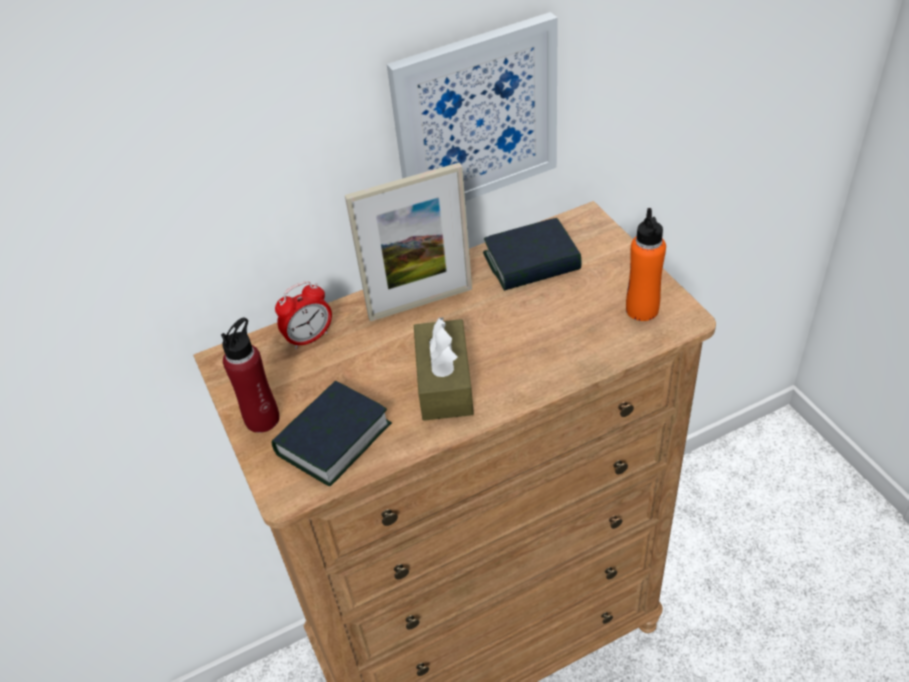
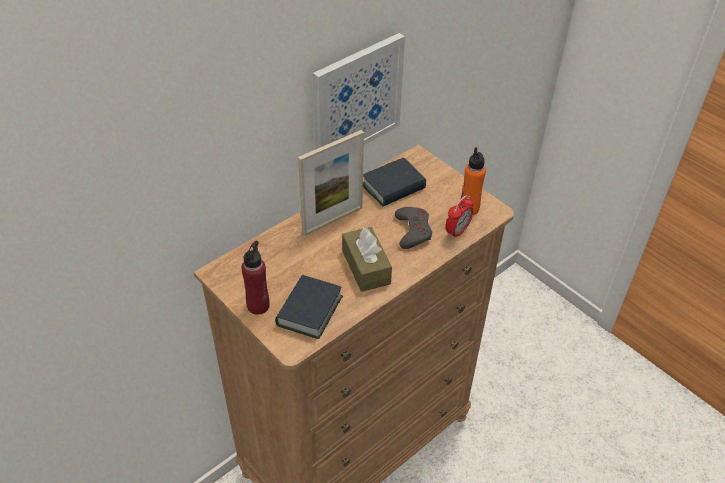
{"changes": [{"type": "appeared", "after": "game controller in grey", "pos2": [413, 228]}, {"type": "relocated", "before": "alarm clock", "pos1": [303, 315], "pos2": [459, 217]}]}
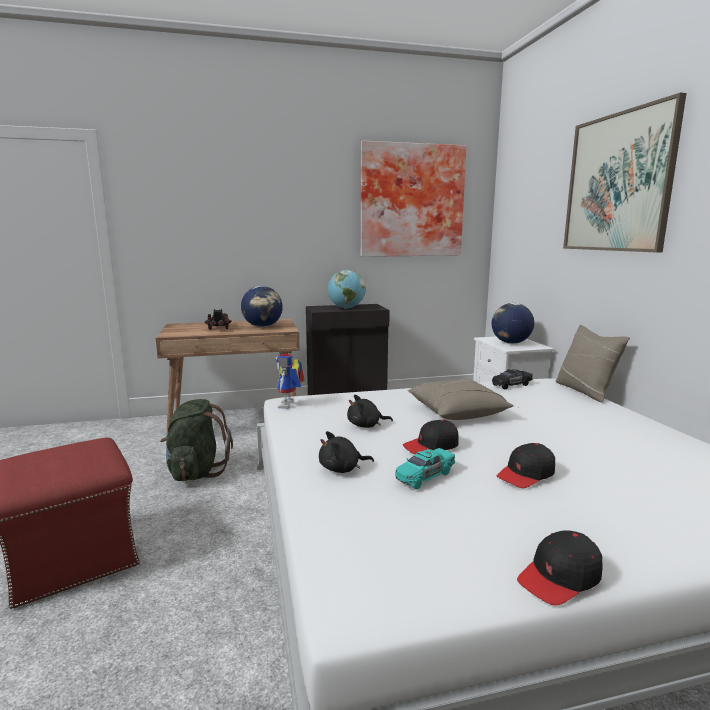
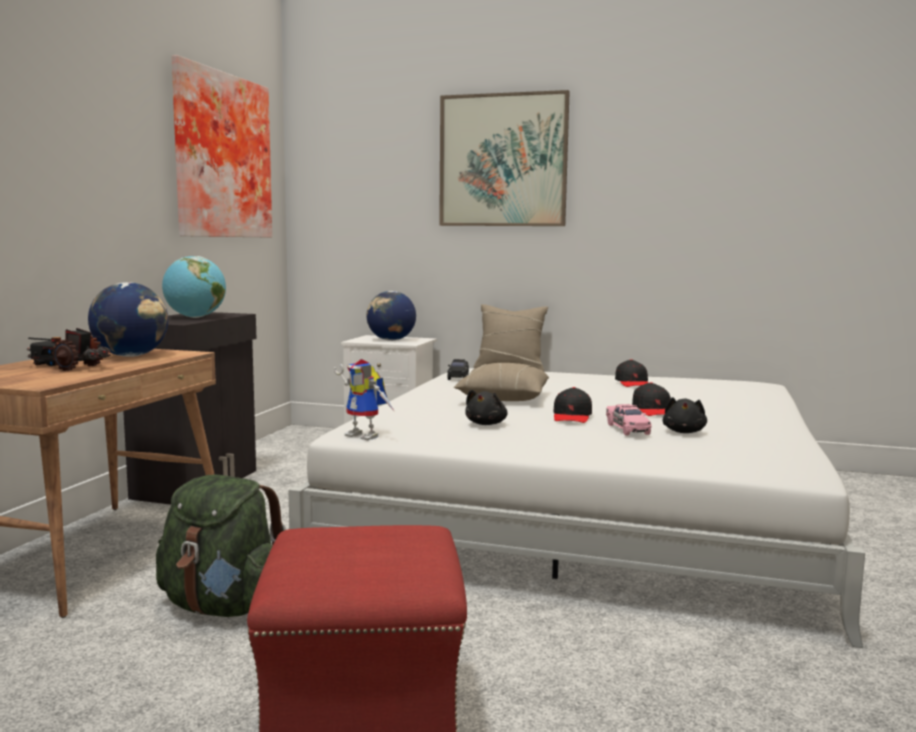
{"changes": [{"type": "colour", "before": "toy car in turquoise", "after": "toy car in pink", "pos1": [425, 469], "pos2": [629, 420]}, {"type": "relocated", "before": "cap in black", "pos1": [560, 568], "pos2": [632, 373]}, {"type": "relocated", "before": "plush toy in black", "pos1": [346, 452], "pos2": [685, 415]}]}
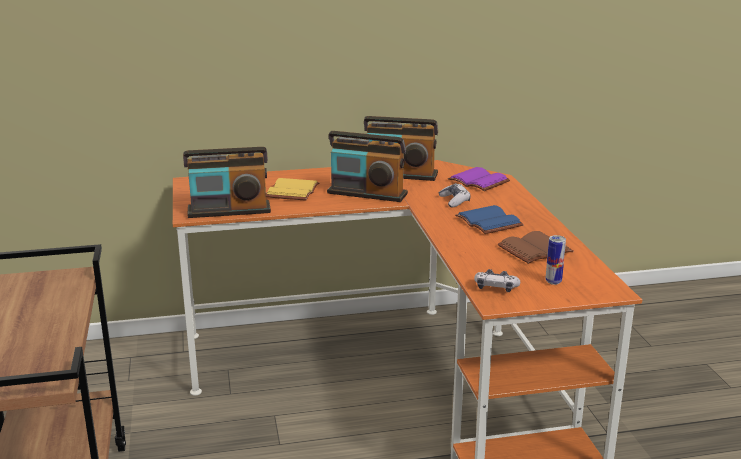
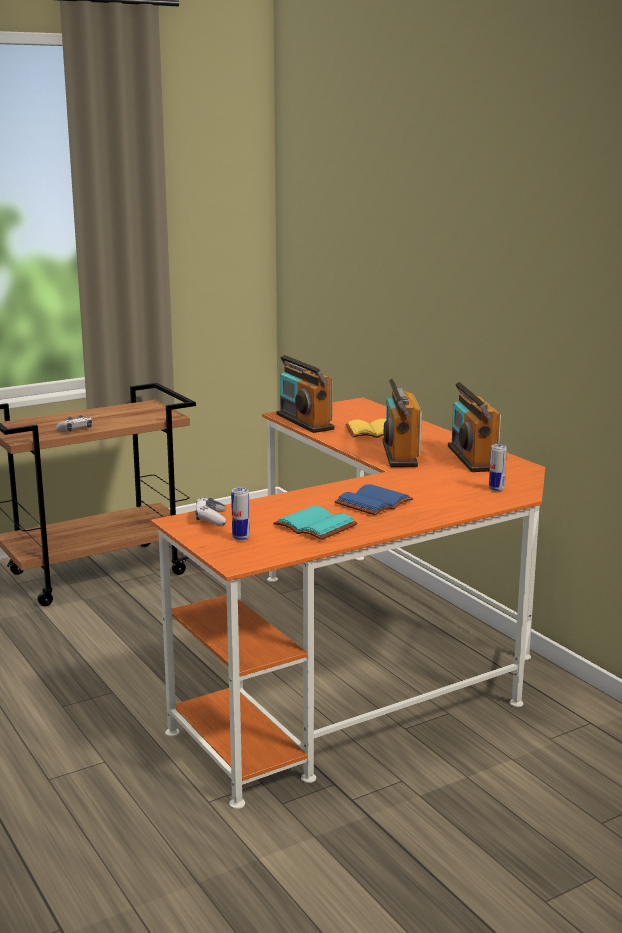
{"changes": [{"type": "relocated", "before": "game controller", "pos1": [455, 195], "pos2": [74, 423]}, {"type": "colour", "before": "book in brown", "after": "book in turquoise", "pos1": [536, 247], "pos2": [315, 523]}, {"type": "exchanged", "before": "book in purple", "after": "can", "pos1": [479, 179], "pos2": [498, 468]}]}
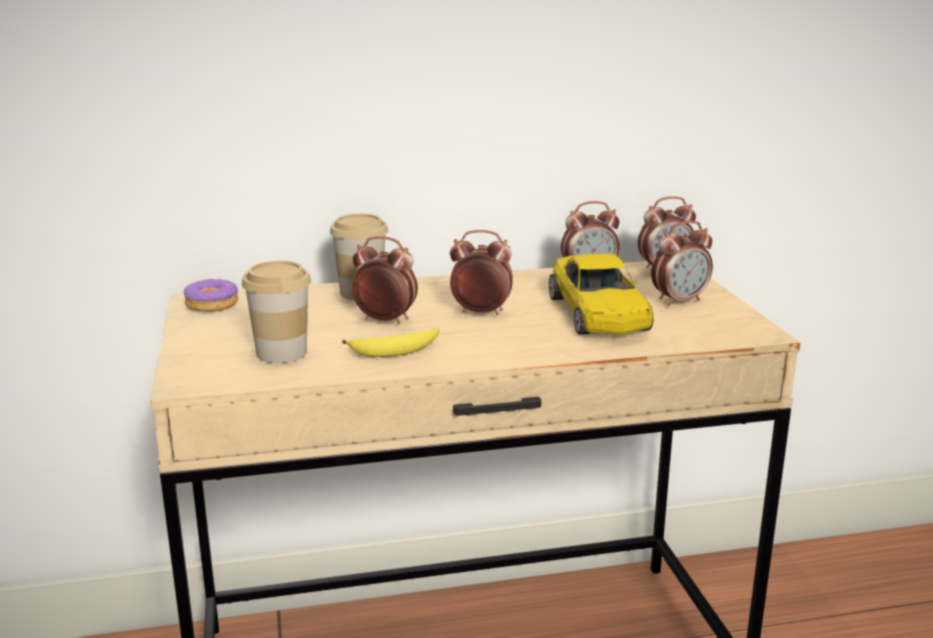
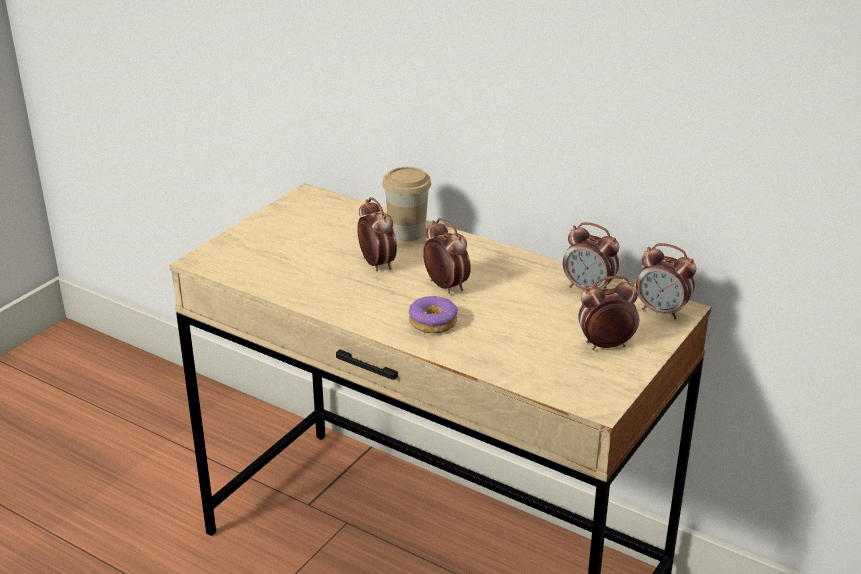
{"changes": [{"type": "relocated", "before": "donut", "pos1": [210, 295], "pos2": [434, 314]}, {"type": "spun", "before": "alarm clock", "pos1": [682, 263], "pos2": [608, 313], "turn": 150}, {"type": "missing", "before": "cup", "pos1": [276, 312]}, {"type": "missing", "before": "banana", "pos1": [391, 342]}, {"type": "missing", "before": "toy car in yellow", "pos1": [601, 294]}]}
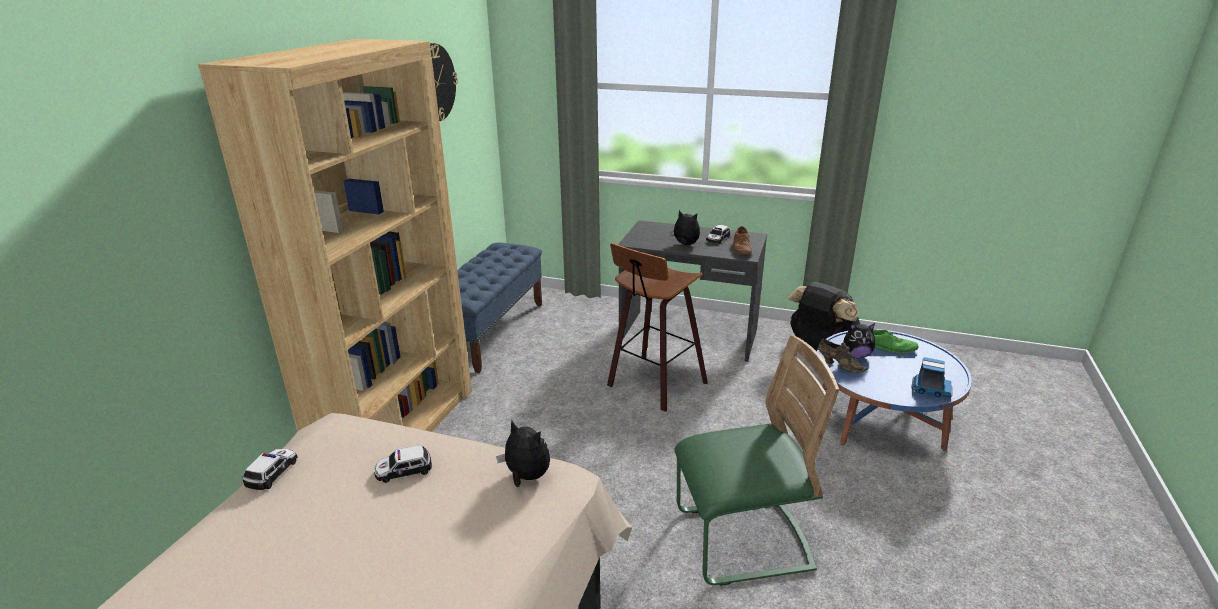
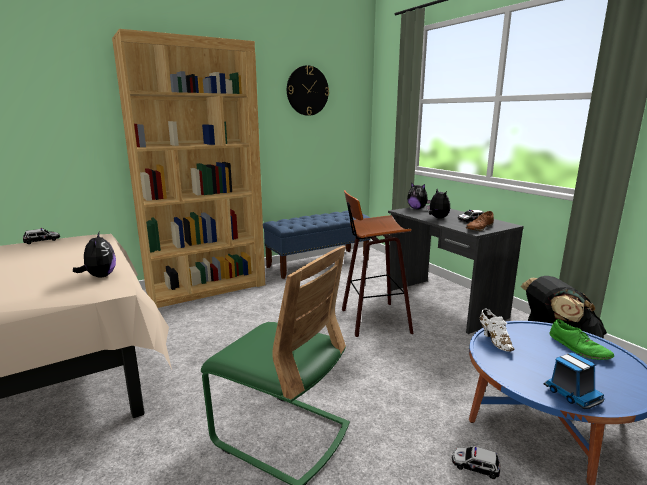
{"changes": [{"type": "relocated", "before": "plush toy", "pos1": [859, 340], "pos2": [419, 195]}, {"type": "relocated", "before": "toy car", "pos1": [403, 464], "pos2": [476, 462]}, {"type": "colour", "before": "shoe in brown", "after": "shoe in white", "pos1": [843, 356], "pos2": [497, 330]}]}
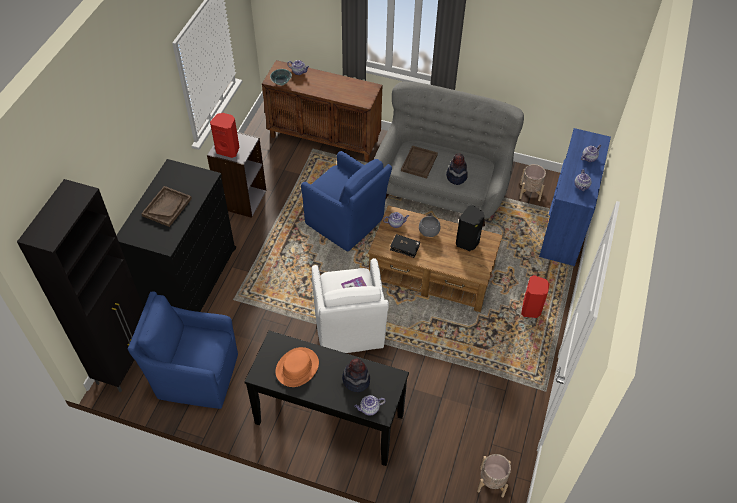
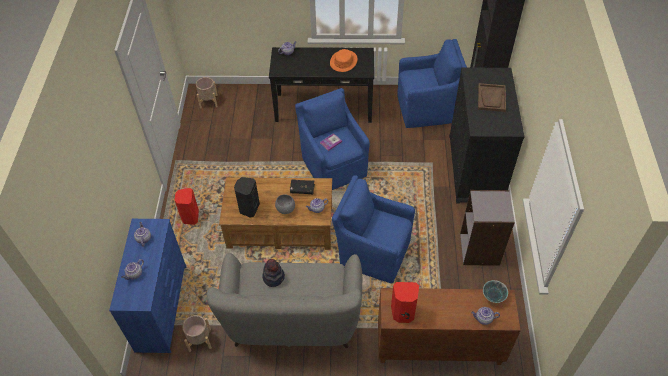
{"changes": [{"type": "colour", "before": "armchair in white", "after": "armchair in blue", "pos1": [350, 305], "pos2": [332, 139]}, {"type": "relocated", "before": "speaker in red", "pos1": [225, 135], "pos2": [405, 302]}, {"type": "missing", "before": "hat", "pos1": [356, 375]}, {"type": "missing", "before": "tray in brown", "pos1": [419, 162]}]}
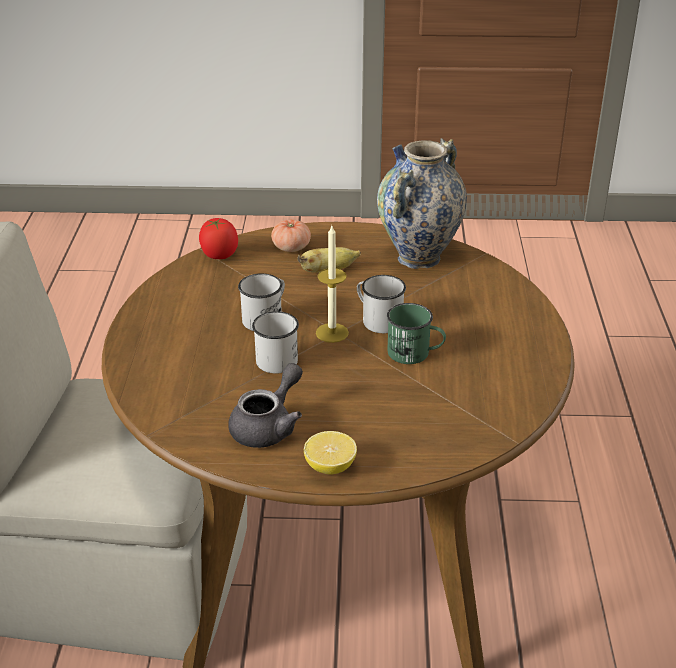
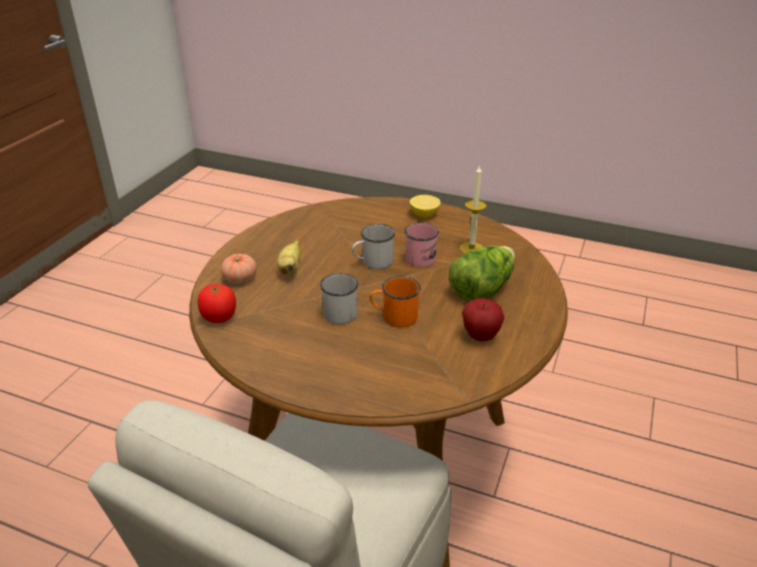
{"changes": [{"type": "colour", "before": "mug in white", "after": "mug in orange", "pos1": [275, 342], "pos2": [395, 302]}, {"type": "colour", "before": "mug in green", "after": "mug in pink", "pos1": [416, 333], "pos2": [422, 245]}, {"type": "relocated", "before": "lemon", "pos1": [330, 453], "pos2": [425, 206]}, {"type": "appeared", "after": "lettuce", "pos2": [482, 273]}, {"type": "relocated", "before": "candle", "pos1": [332, 284], "pos2": [473, 209]}, {"type": "exchanged", "before": "teapot in grey", "after": "apple", "pos1": [265, 405], "pos2": [483, 319]}, {"type": "missing", "before": "vase", "pos1": [422, 203]}]}
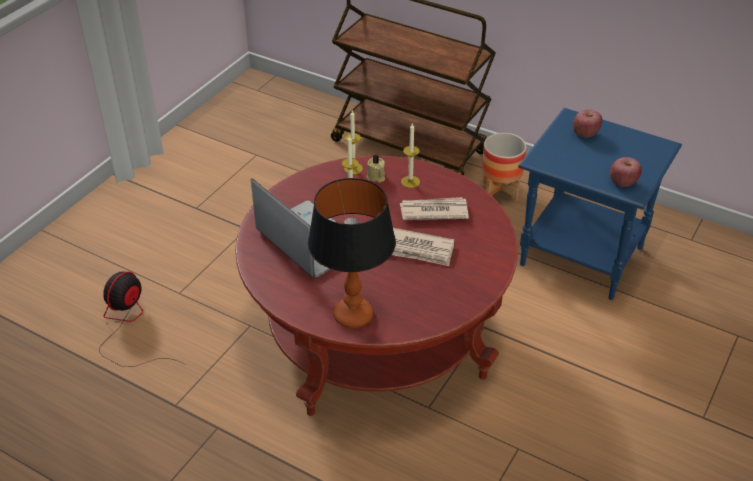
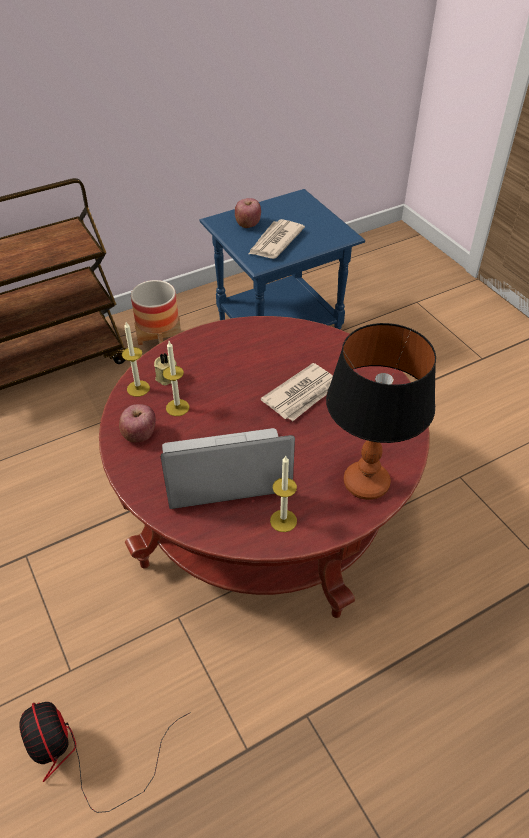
{"changes": [{"type": "relocated", "before": "apple", "pos1": [626, 172], "pos2": [137, 423]}, {"type": "relocated", "before": "newspaper", "pos1": [434, 208], "pos2": [277, 239]}, {"type": "relocated", "before": "candle", "pos1": [410, 156], "pos2": [283, 494]}]}
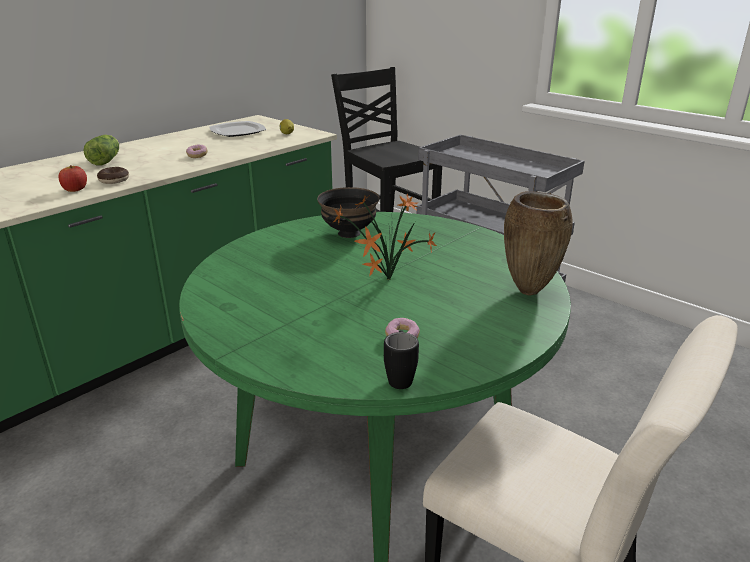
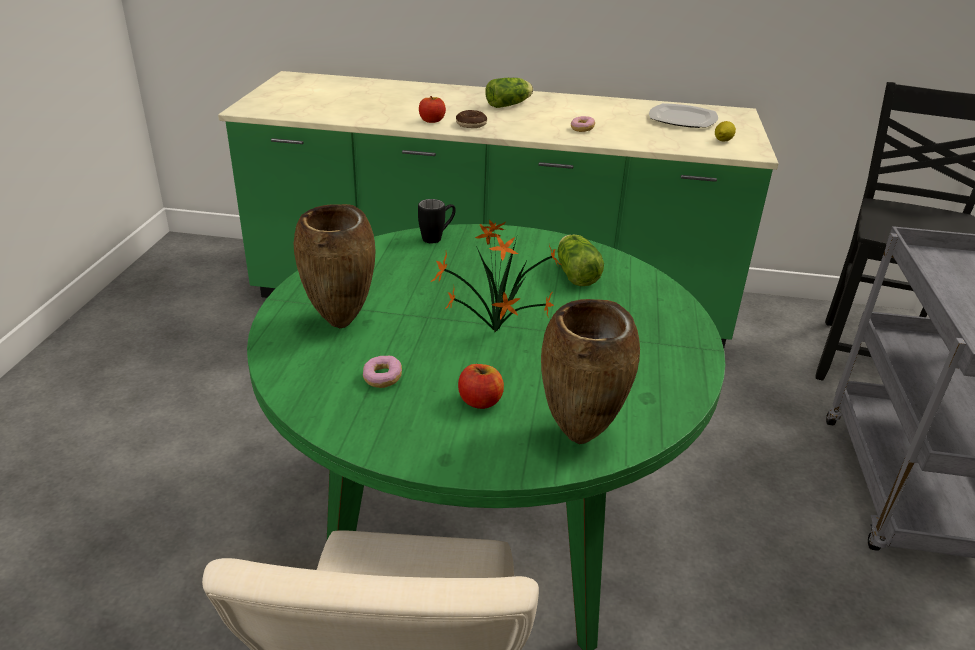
{"changes": [{"type": "appeared", "after": "vase in brown", "pos2": [334, 266]}, {"type": "relocated", "before": "mug in black", "pos1": [401, 359], "pos2": [437, 221]}, {"type": "appeared", "after": "apple", "pos2": [481, 386]}, {"type": "exchanged", "before": "bowl in black", "after": "lettuce", "pos1": [348, 212], "pos2": [580, 260]}]}
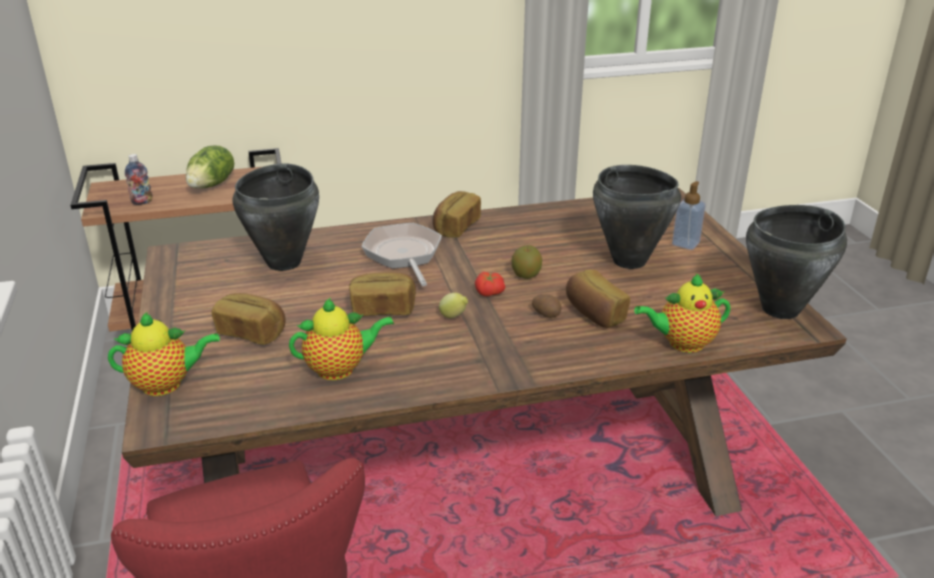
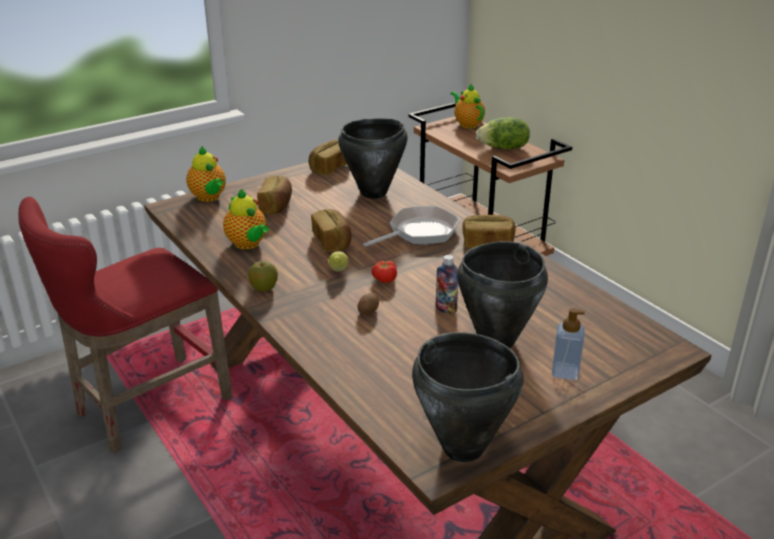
{"changes": [{"type": "relocated", "before": "apple", "pos1": [527, 262], "pos2": [263, 276]}, {"type": "relocated", "before": "bread", "pos1": [598, 299], "pos2": [328, 157]}, {"type": "relocated", "before": "bottle", "pos1": [138, 179], "pos2": [447, 284]}, {"type": "relocated", "before": "teapot", "pos1": [682, 313], "pos2": [467, 106]}]}
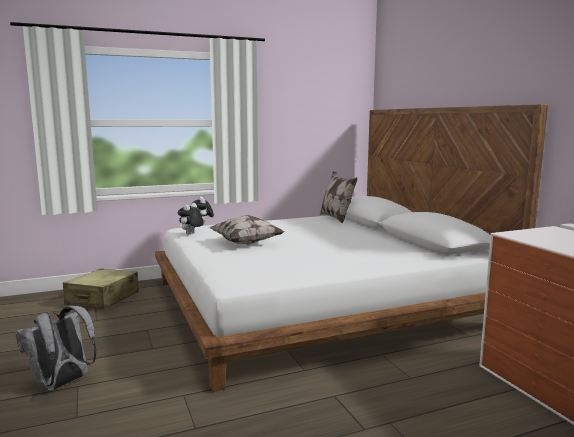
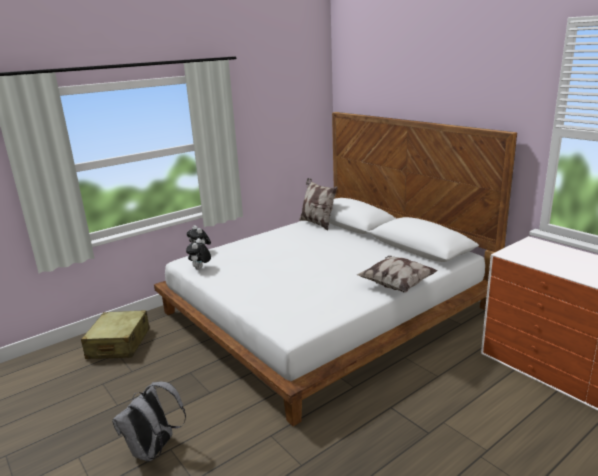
{"changes": [{"type": "relocated", "before": "pillow", "pos1": [246, 230], "pos2": [397, 274]}]}
